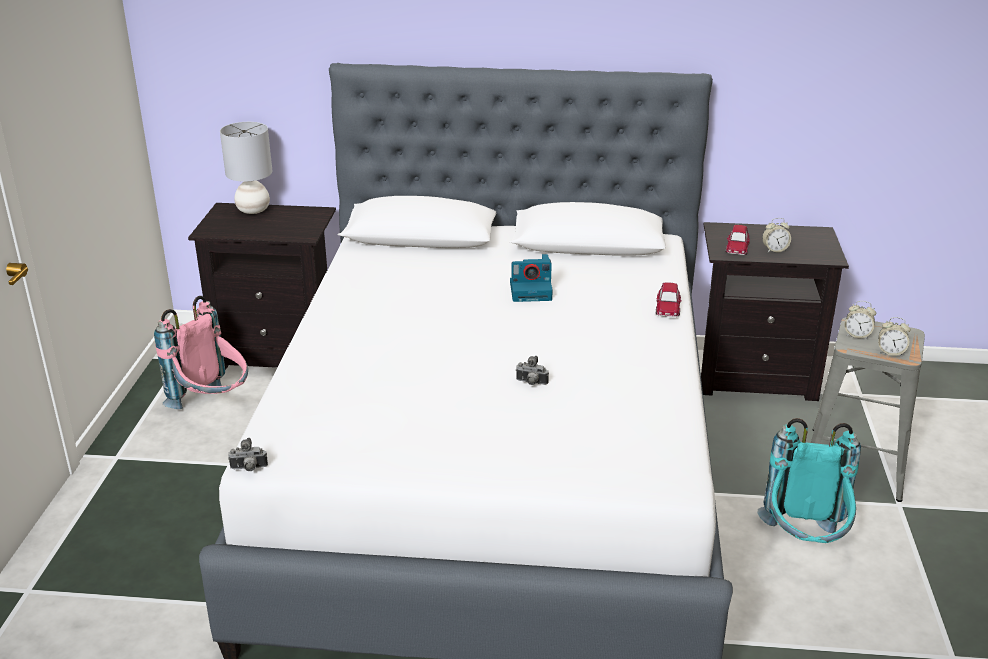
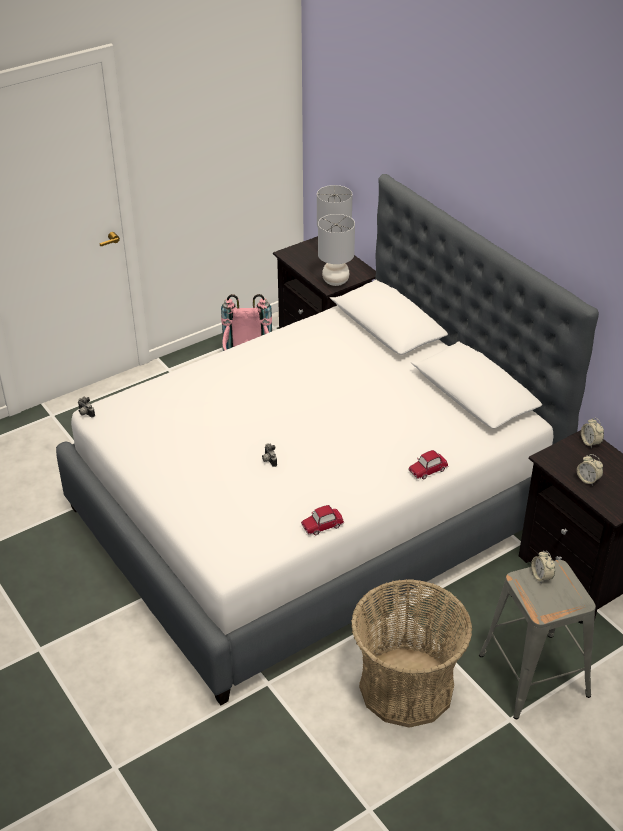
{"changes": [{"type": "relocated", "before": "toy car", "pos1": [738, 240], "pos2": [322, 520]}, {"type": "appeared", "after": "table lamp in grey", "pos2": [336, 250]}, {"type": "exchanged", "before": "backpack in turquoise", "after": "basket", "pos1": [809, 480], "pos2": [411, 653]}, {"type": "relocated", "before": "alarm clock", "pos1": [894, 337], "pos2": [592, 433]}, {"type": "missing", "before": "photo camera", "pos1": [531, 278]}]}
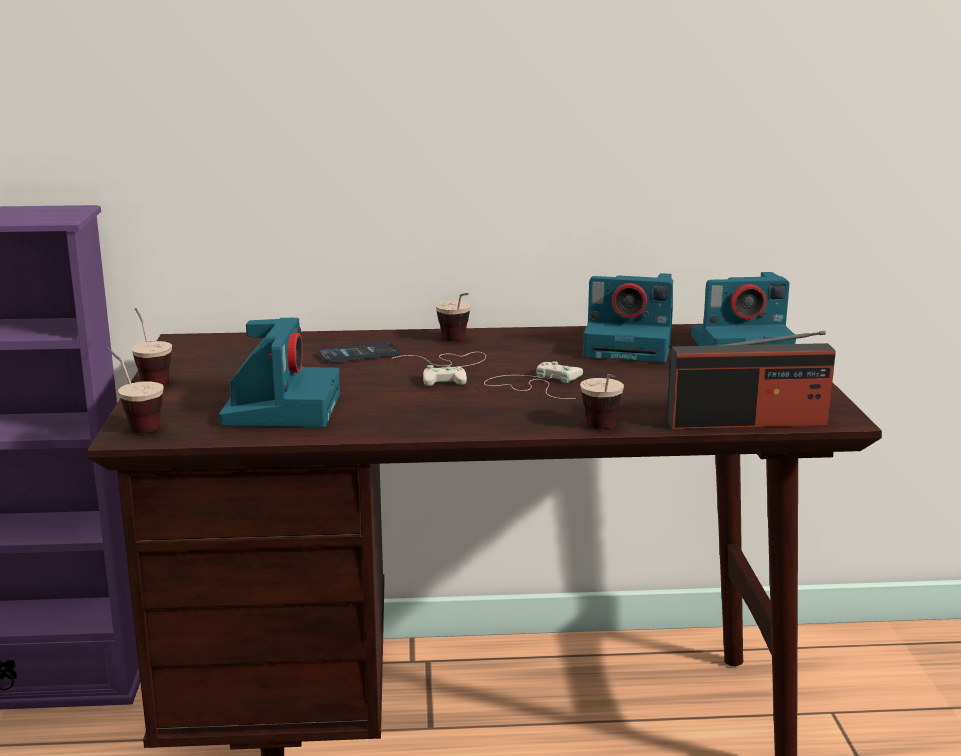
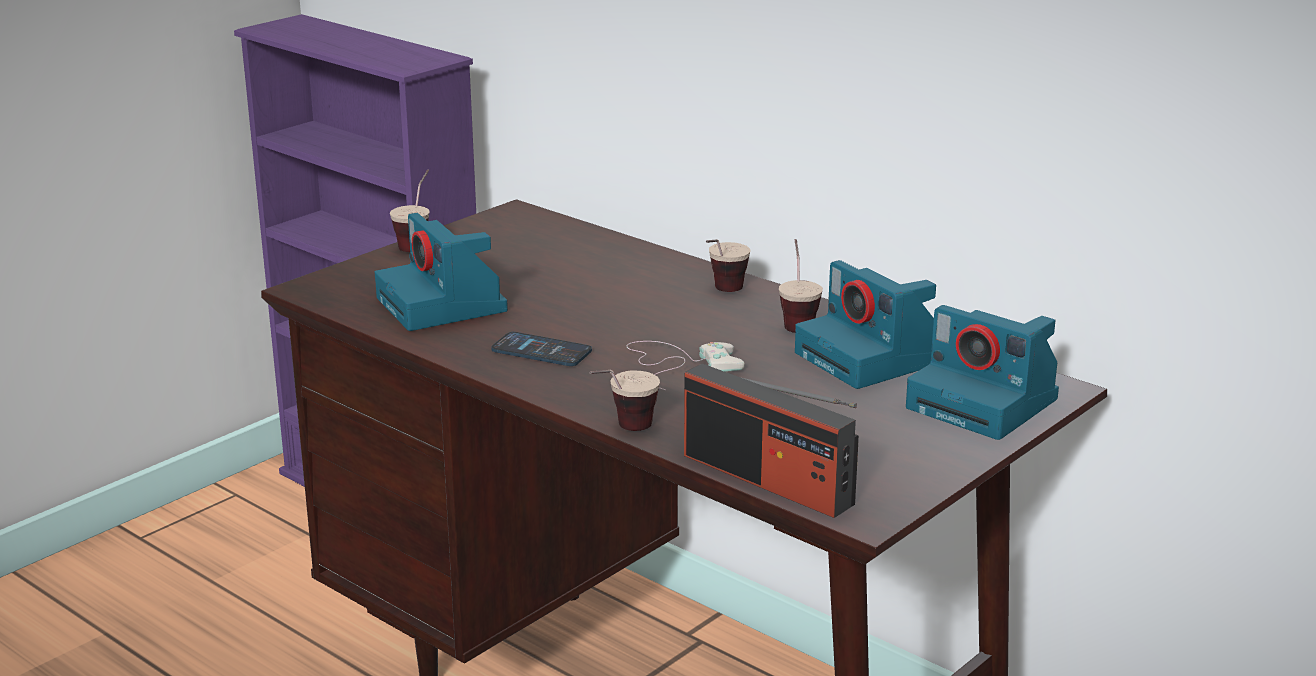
{"changes": [{"type": "spun", "before": "photo camera", "pos1": [279, 372], "pos2": [441, 272], "turn": 105}, {"type": "relocated", "before": "phone", "pos1": [358, 352], "pos2": [541, 349]}, {"type": "relocated", "before": "cup", "pos1": [135, 390], "pos2": [801, 286]}, {"type": "missing", "before": "game controller in white", "pos1": [439, 369]}]}
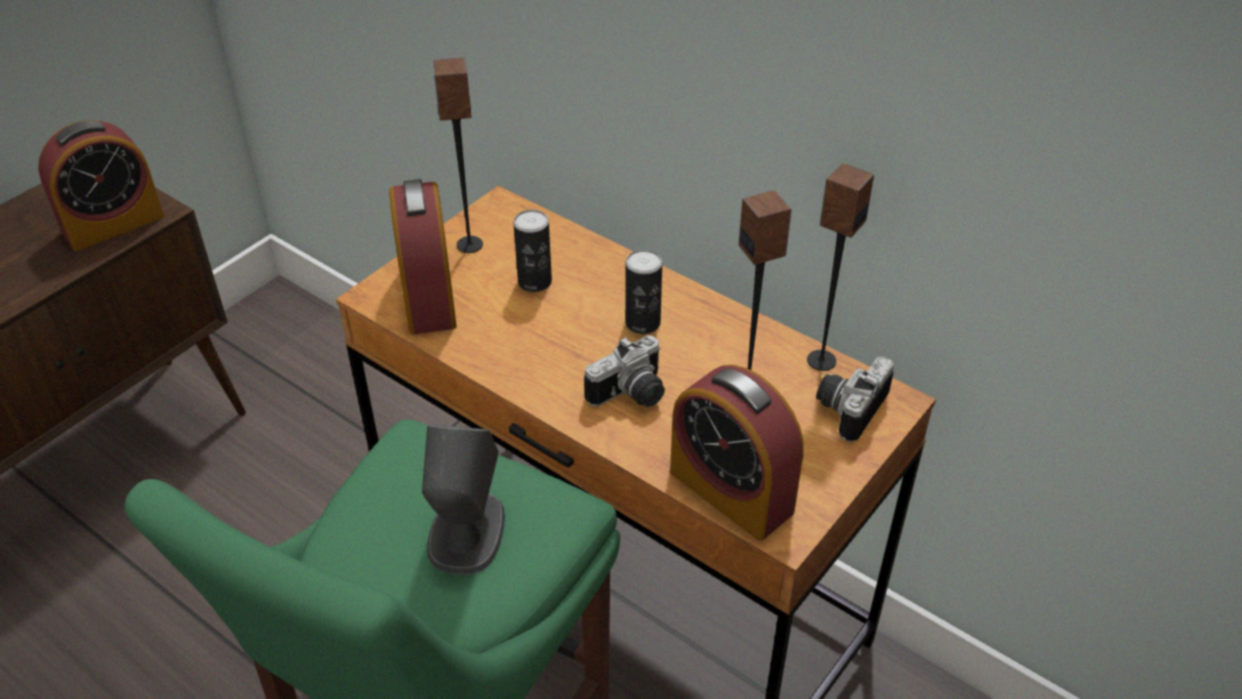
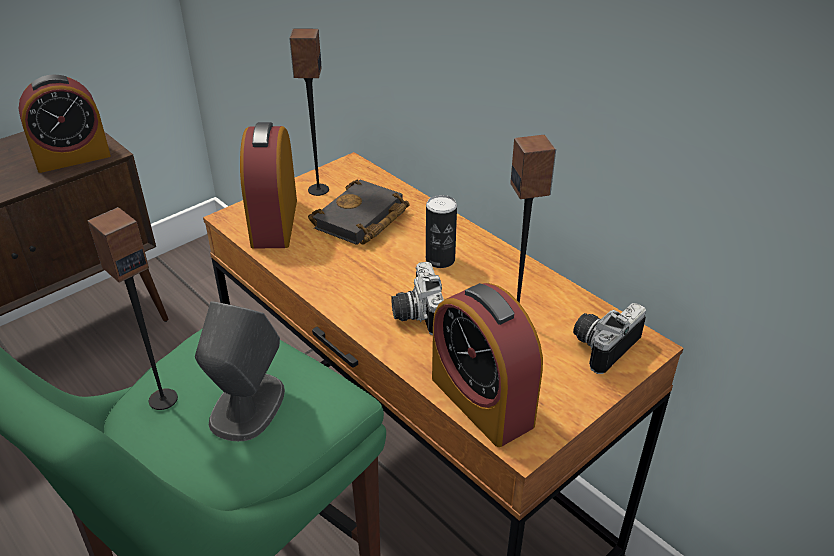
{"changes": [{"type": "relocated", "before": "speaker", "pos1": [840, 267], "pos2": [132, 308]}, {"type": "exchanged", "before": "can", "after": "book in black", "pos1": [532, 251], "pos2": [359, 212]}, {"type": "spun", "before": "photo camera", "pos1": [624, 371], "pos2": [417, 298], "turn": 105}]}
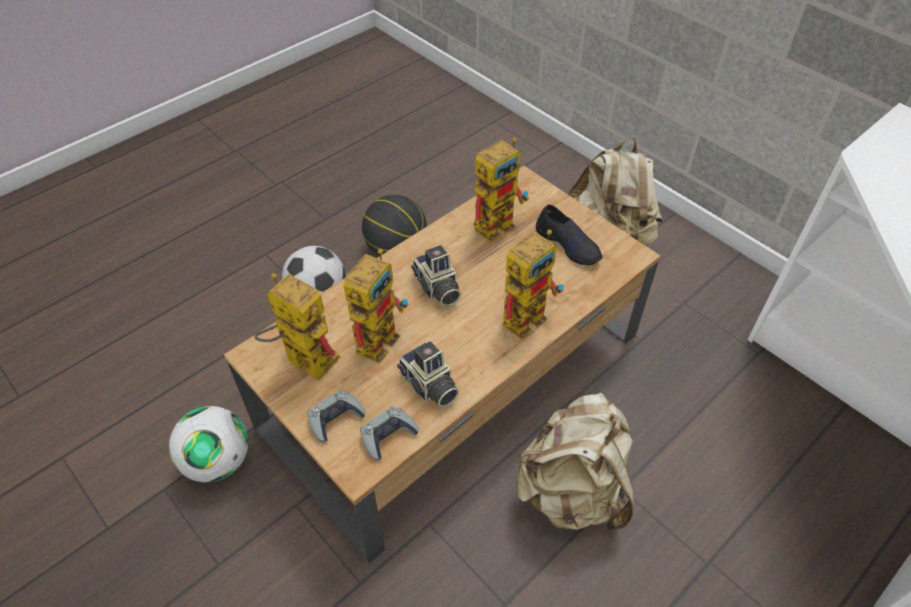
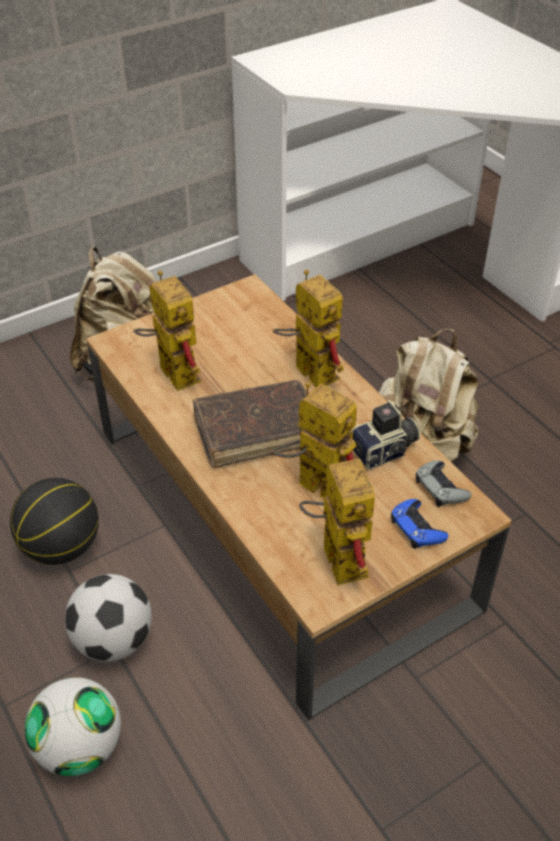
{"changes": [{"type": "relocated", "before": "football", "pos1": [208, 444], "pos2": [73, 726]}, {"type": "exchanged", "before": "photo camera", "after": "book in brown", "pos1": [436, 275], "pos2": [249, 424]}, {"type": "spun", "before": "toy robot", "pos1": [297, 327], "pos2": [337, 517], "turn": 120}, {"type": "colour", "before": "game controller in grey", "after": "game controller in blue", "pos1": [336, 416], "pos2": [419, 524]}, {"type": "missing", "before": "shoe in black", "pos1": [569, 234]}]}
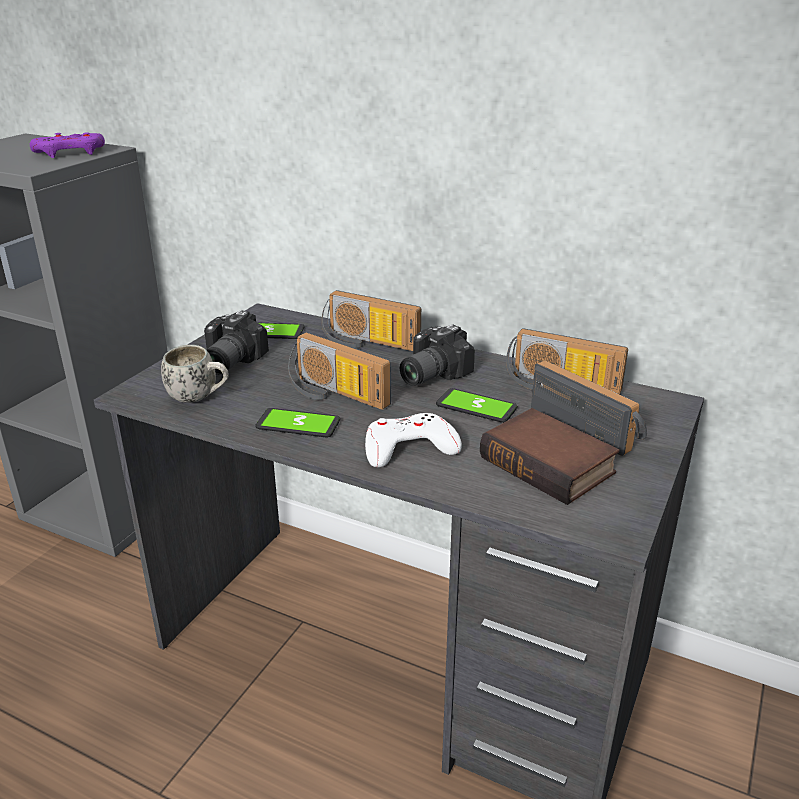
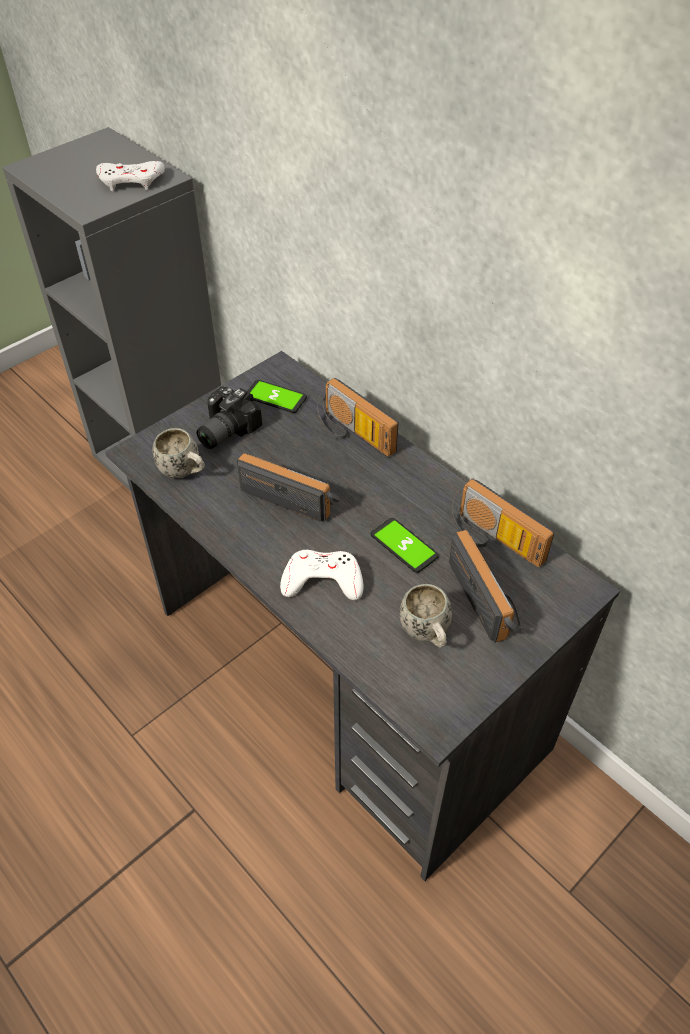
{"changes": [{"type": "colour", "before": "game controller in purple", "after": "game controller in white", "pos1": [67, 145], "pos2": [130, 176]}, {"type": "spun", "before": "radio", "pos1": [339, 371], "pos2": [288, 487], "turn": 150}, {"type": "exchanged", "before": "book", "after": "mug in white", "pos1": [550, 456], "pos2": [426, 616]}, {"type": "missing", "before": "phone", "pos1": [297, 422]}, {"type": "missing", "before": "photo camera", "pos1": [437, 355]}]}
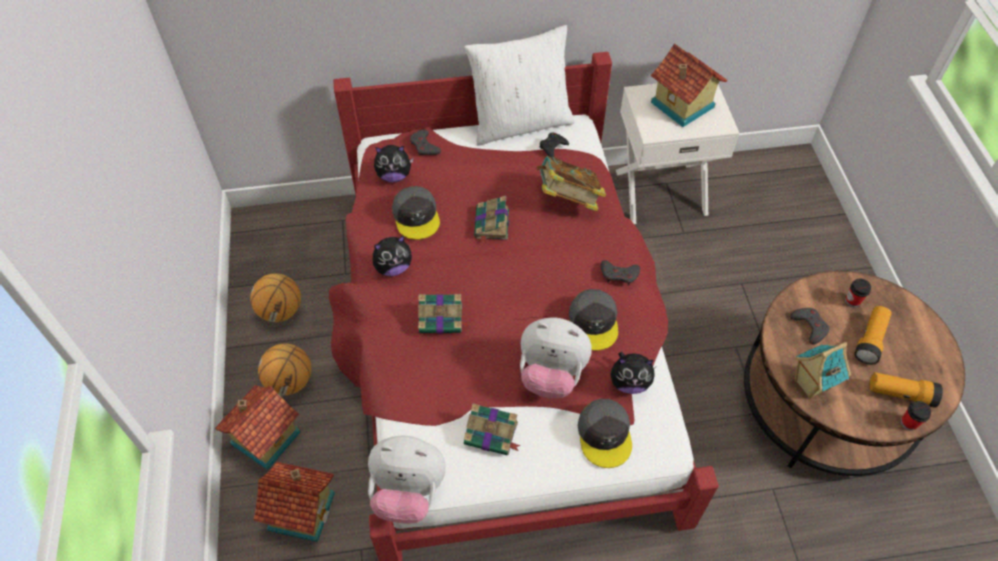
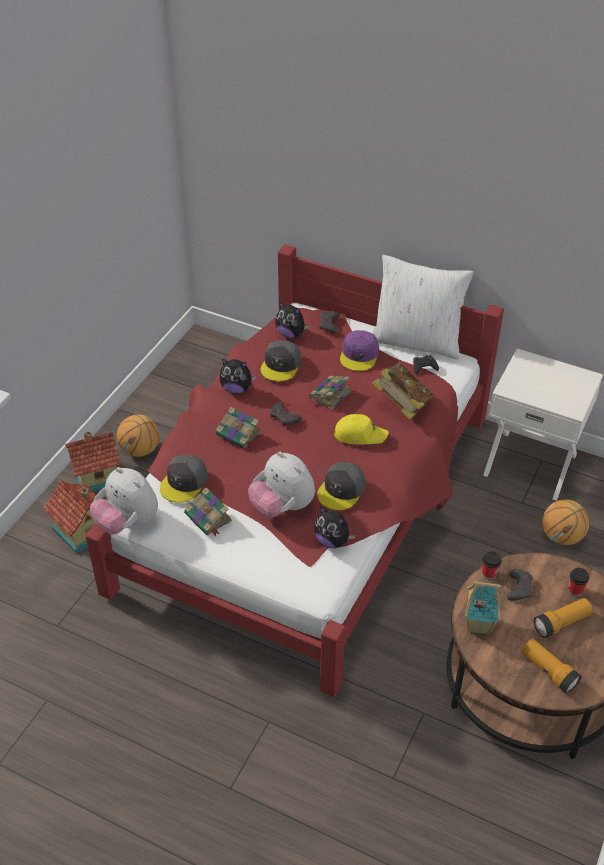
{"changes": [{"type": "relocated", "before": "cap in grey", "pos1": [605, 433], "pos2": [184, 478]}, {"type": "relocated", "before": "game controller in grey", "pos1": [620, 272], "pos2": [286, 414]}, {"type": "appeared", "after": "cap in yellow", "pos2": [361, 429]}, {"type": "appeared", "after": "cap in purple", "pos2": [359, 350]}, {"type": "relocated", "before": "cup", "pos1": [916, 416], "pos2": [491, 565]}, {"type": "relocated", "before": "basketball", "pos1": [275, 297], "pos2": [565, 522]}, {"type": "missing", "before": "toy house", "pos1": [689, 85]}]}
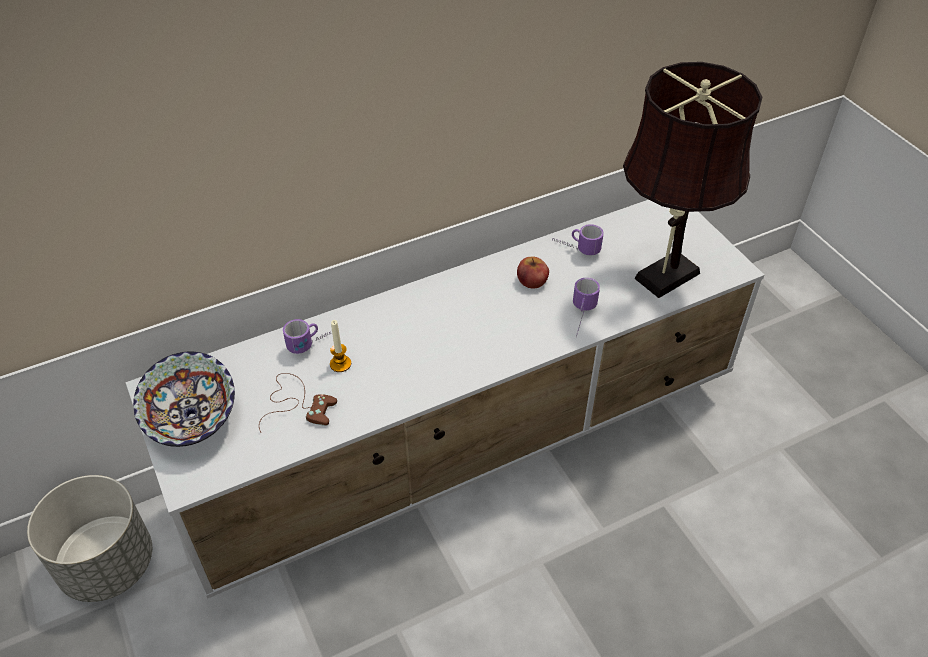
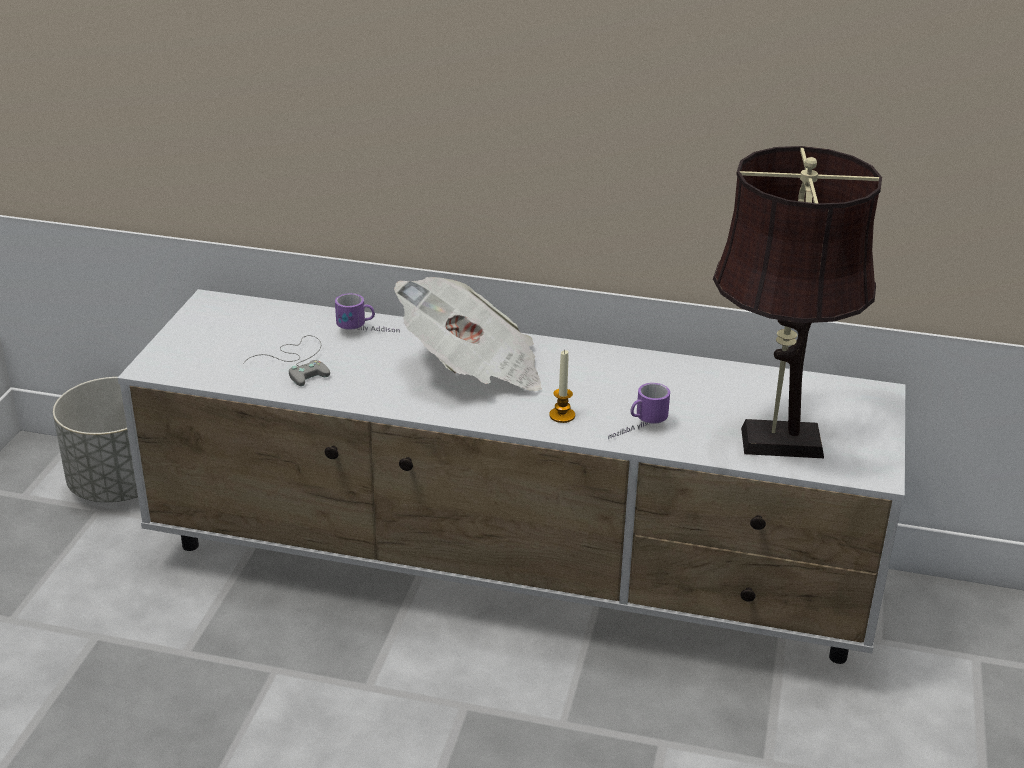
{"changes": [{"type": "colour", "before": "game controller in brown", "after": "game controller in grey", "pos1": [298, 402], "pos2": [286, 360]}, {"type": "appeared", "after": "newspaper", "pos2": [468, 334]}, {"type": "relocated", "before": "candle", "pos1": [340, 346], "pos2": [562, 386]}, {"type": "missing", "before": "bowl", "pos1": [184, 399]}, {"type": "missing", "before": "apple", "pos1": [533, 272]}, {"type": "missing", "before": "mug", "pos1": [578, 239]}]}
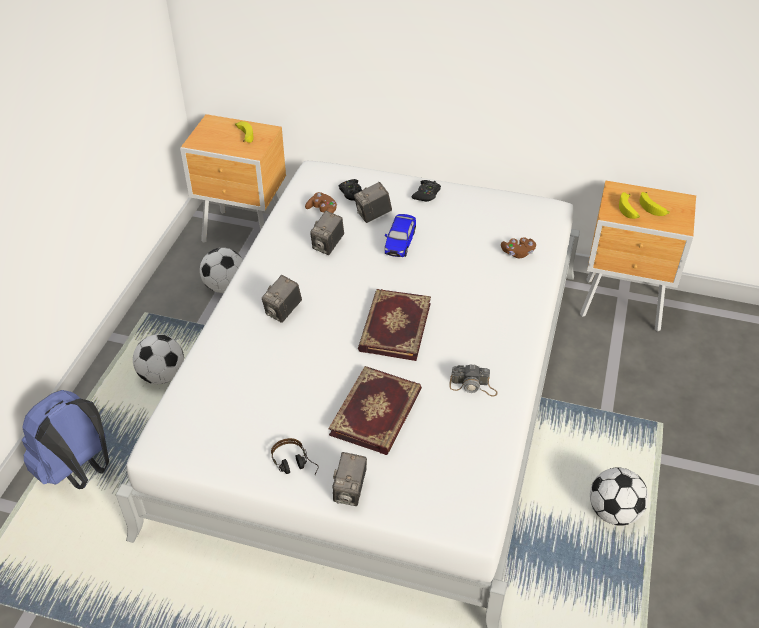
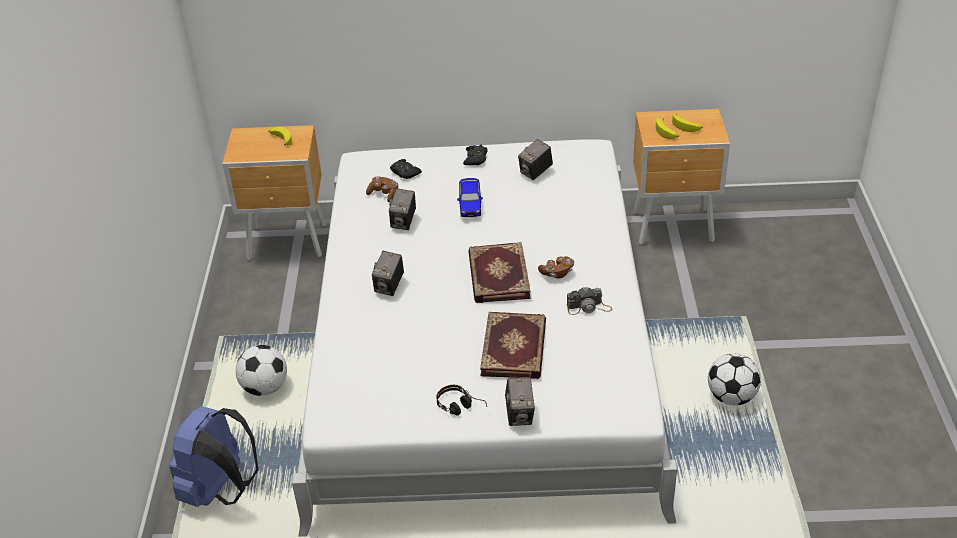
{"changes": [{"type": "relocated", "before": "photo camera", "pos1": [373, 202], "pos2": [535, 159]}, {"type": "relocated", "before": "game controller in brown", "pos1": [518, 247], "pos2": [556, 267]}, {"type": "missing", "before": "football", "pos1": [221, 270]}]}
